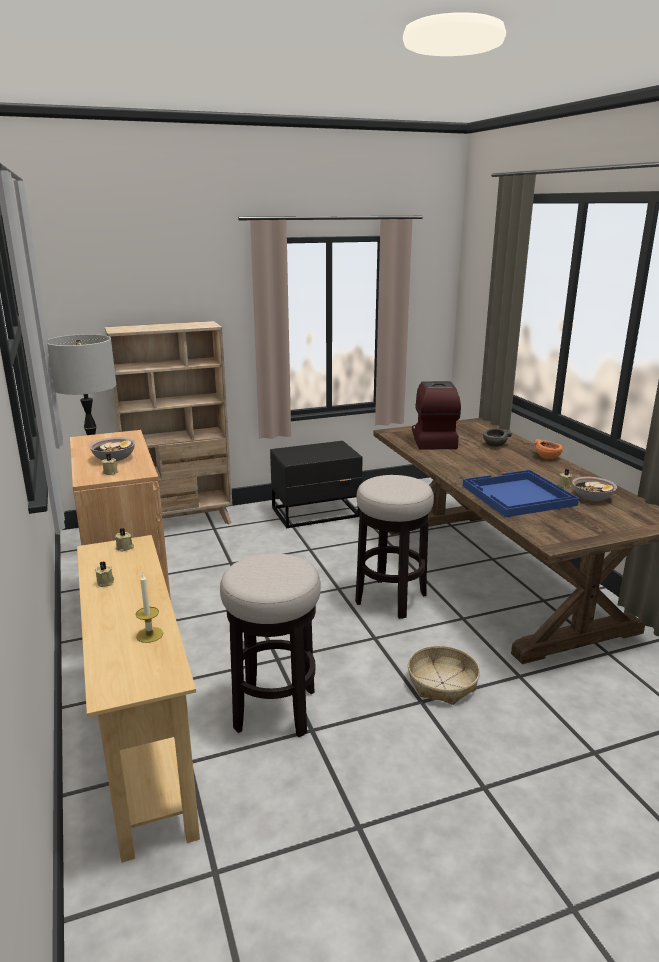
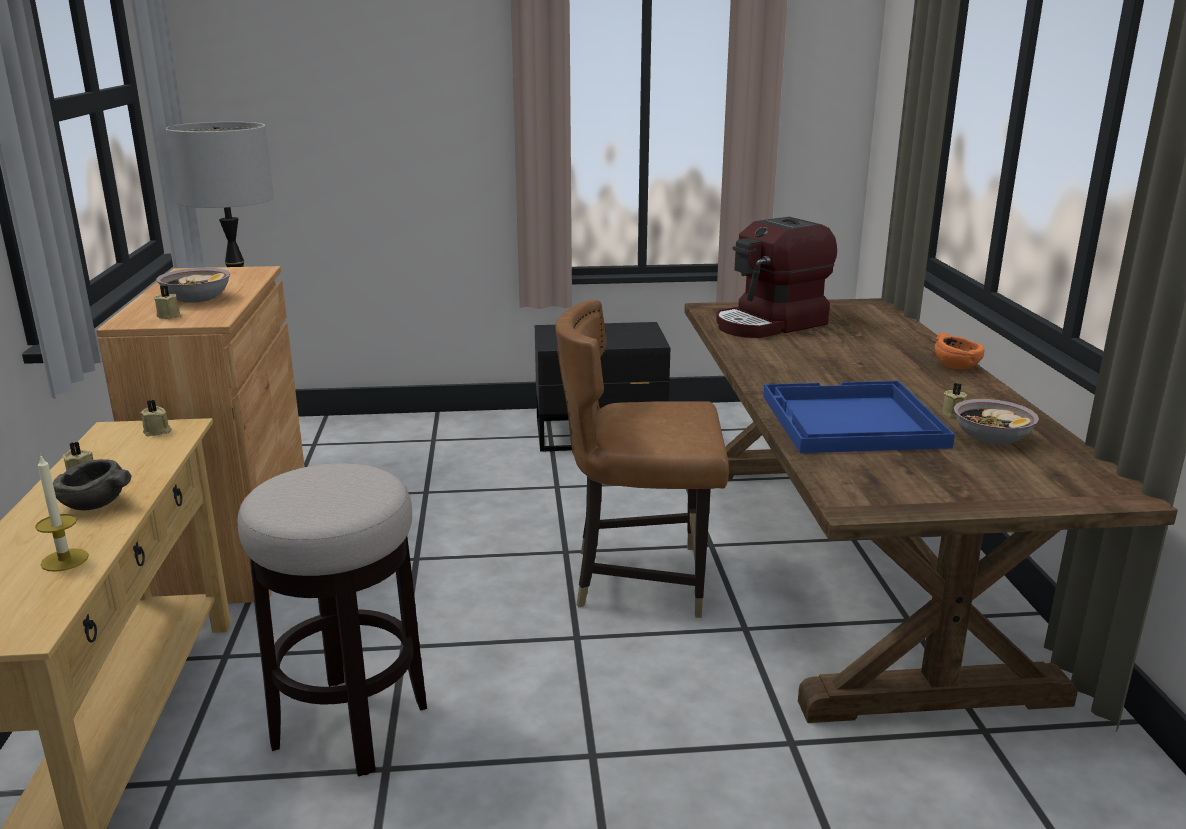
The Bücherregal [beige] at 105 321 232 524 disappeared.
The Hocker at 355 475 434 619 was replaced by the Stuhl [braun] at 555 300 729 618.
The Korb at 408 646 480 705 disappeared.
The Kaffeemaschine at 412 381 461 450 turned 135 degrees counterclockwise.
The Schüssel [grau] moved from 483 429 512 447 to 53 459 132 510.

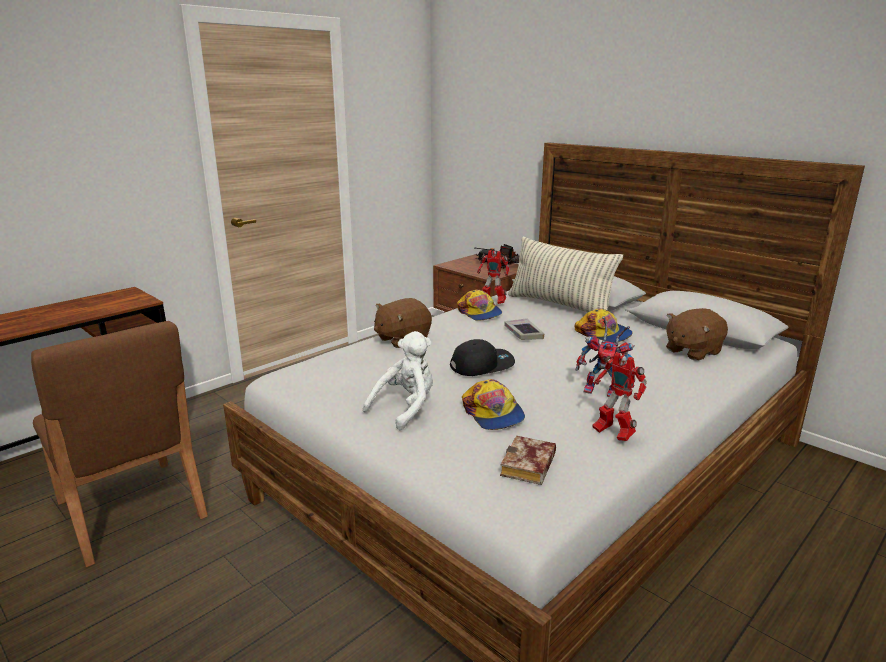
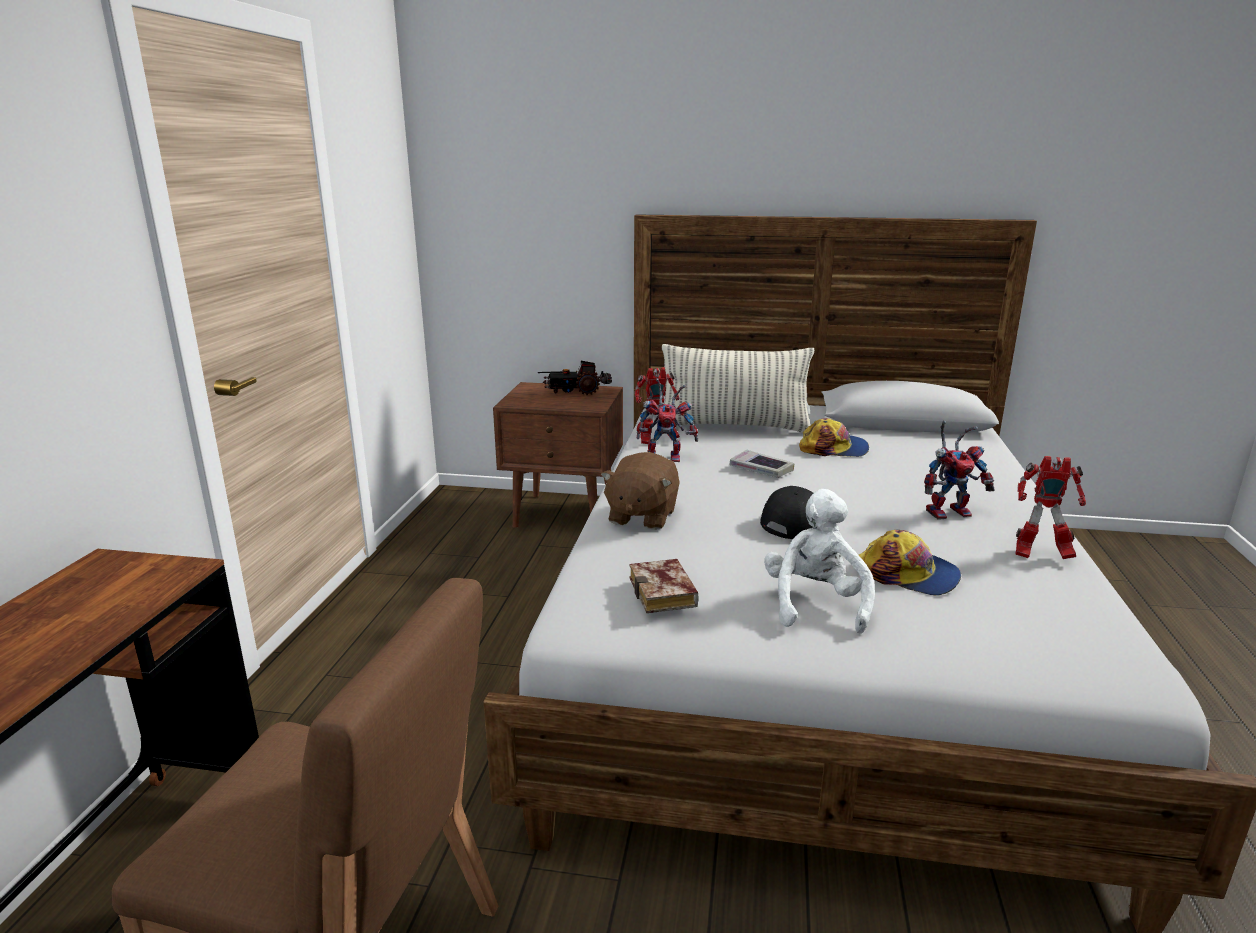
The Kappe at 457 290 502 321 was replaced by the Spielzeugroboter at 637 378 698 462.
The Buch moved from 500 436 556 485 to 629 559 699 613.
The Plüschtier [braun] at 666 308 728 361 disappeared.

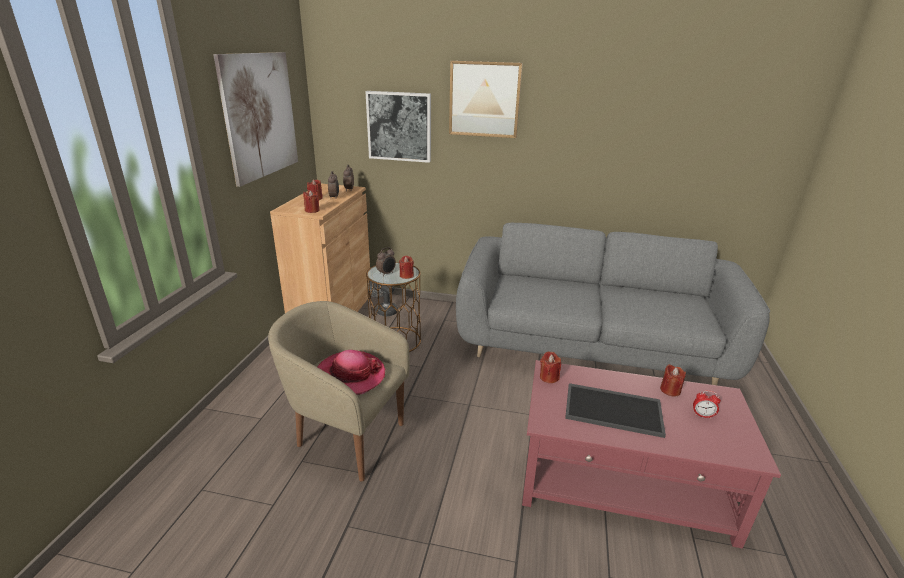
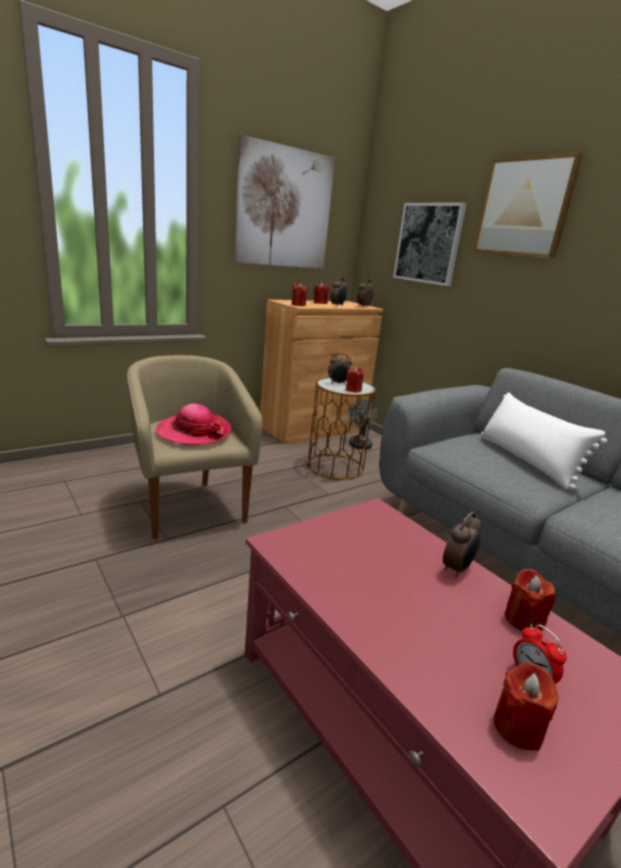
The Kerze [rot] moved from 540 352 561 383 to 493 662 559 751.
The Tablett at 565 383 666 438 disappeared.
The Wecker at 443 512 482 578 appeared.
The Kissen [weiß] at 481 392 607 490 appeared.

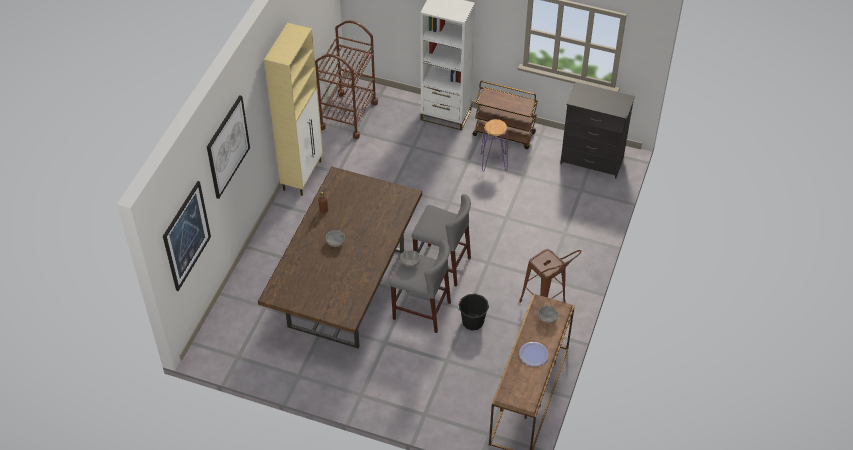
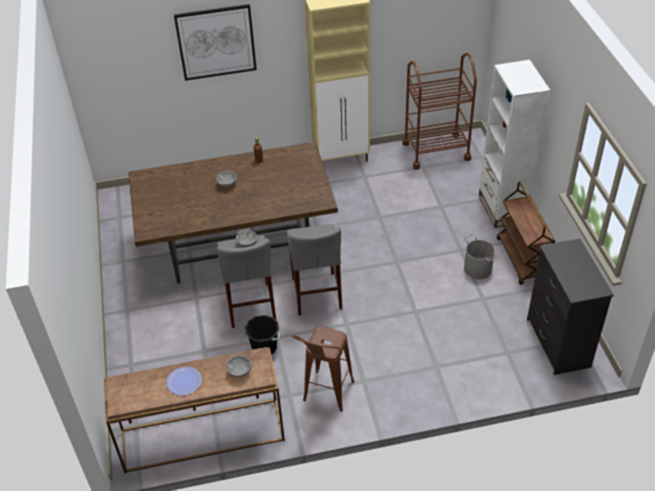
The Bild at 163 181 211 291 disappeared.
The Hocker [lila] at 481 119 508 172 was replaced by the Eimer [grau] at 464 234 498 279.

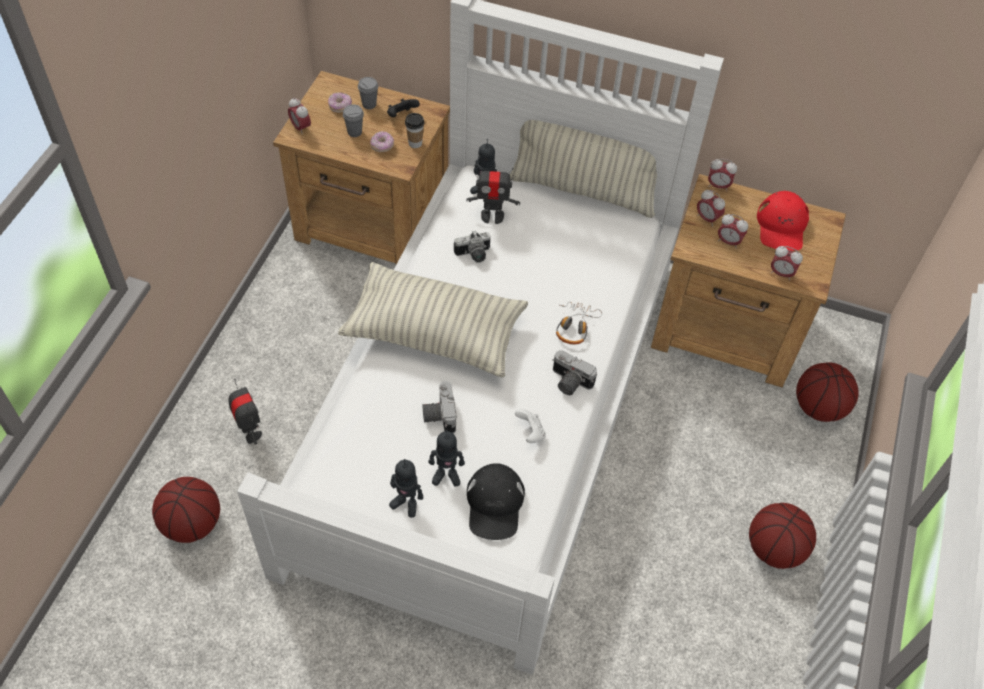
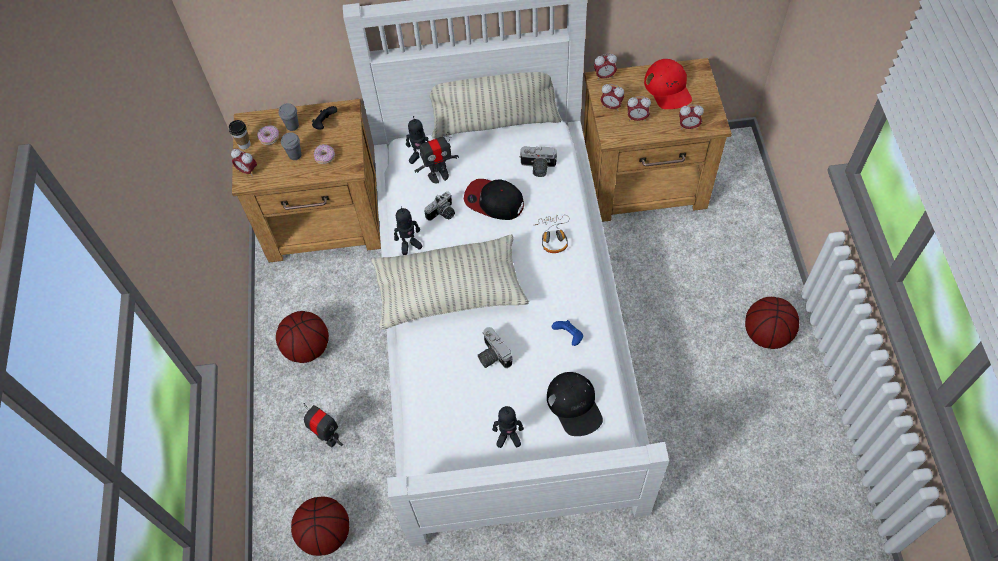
The Tasse moved from 405 113 425 148 to 229 120 251 149.
The Spielzeugroboter moved from 428 430 465 487 to 394 206 422 255.
The Gamepad [weiß] at 515 409 546 443 became the Gamepad [blau] at 552 320 583 346.
The Kamera moved from 552 350 597 395 to 519 146 557 177.
The Basketball moved from 796 362 859 422 to 276 311 329 363.
The Kappe at 464 179 524 220 appeared.

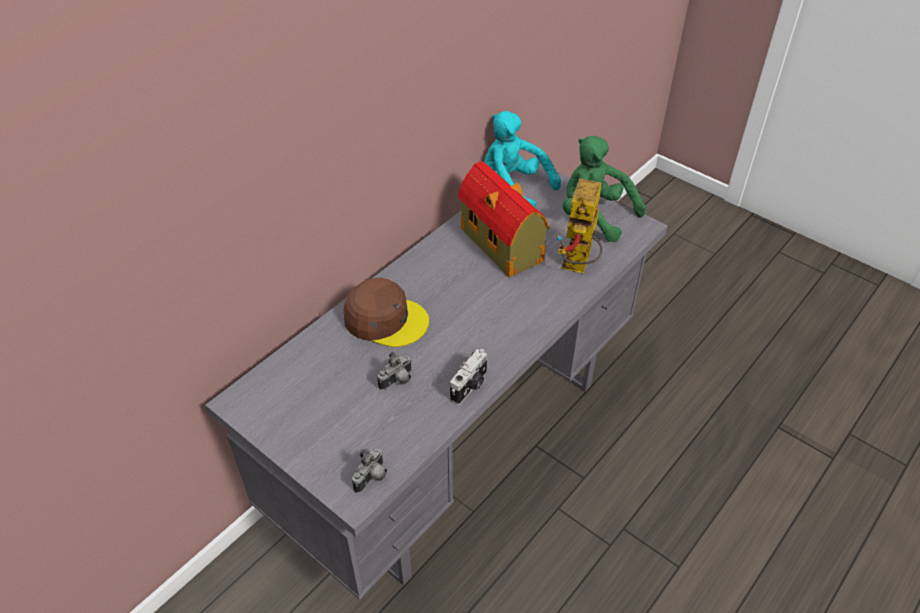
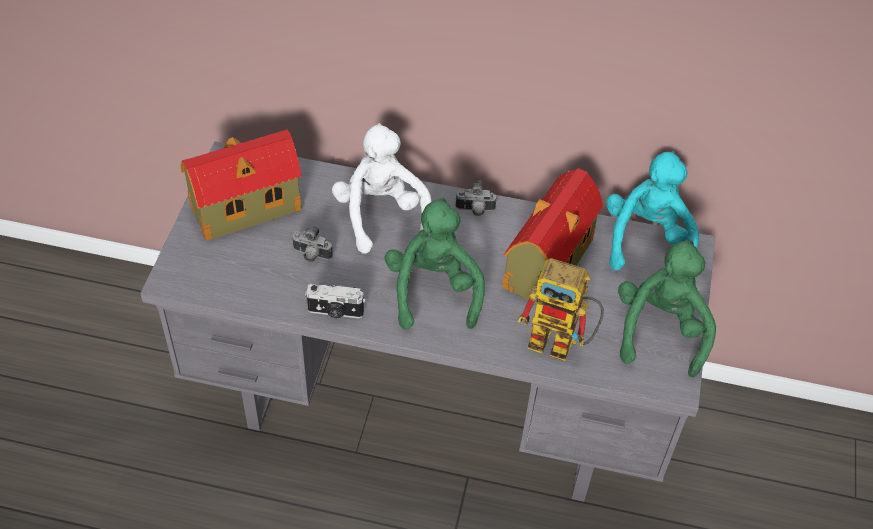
The Kappe [braun] at 344 278 429 347 was replaced by the Plüschtier [weiß] at 332 123 432 254.
The Kamera moved from 352 449 387 493 to 456 180 497 216.
The Spielzeugroboter at 557 179 602 273 turned 150 degrees counterclockwise.
The Spielzeughaus at 181 129 301 241 appeared.
The Plüschtier [grün] at 385 198 485 330 appeared.

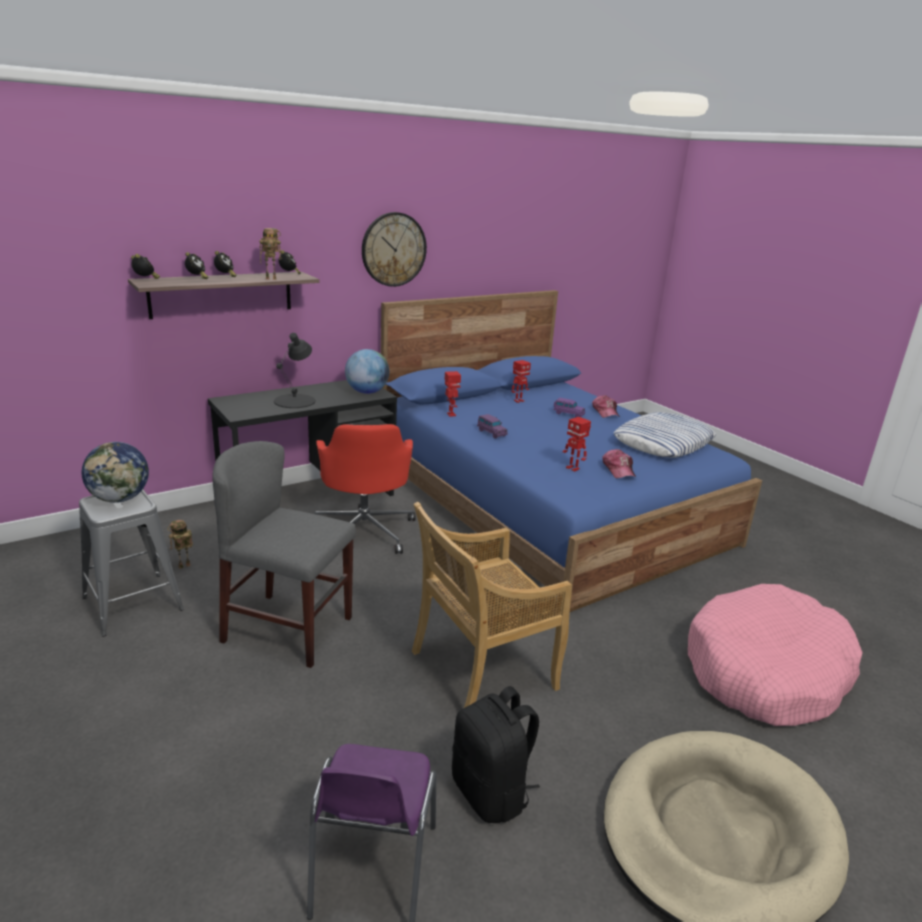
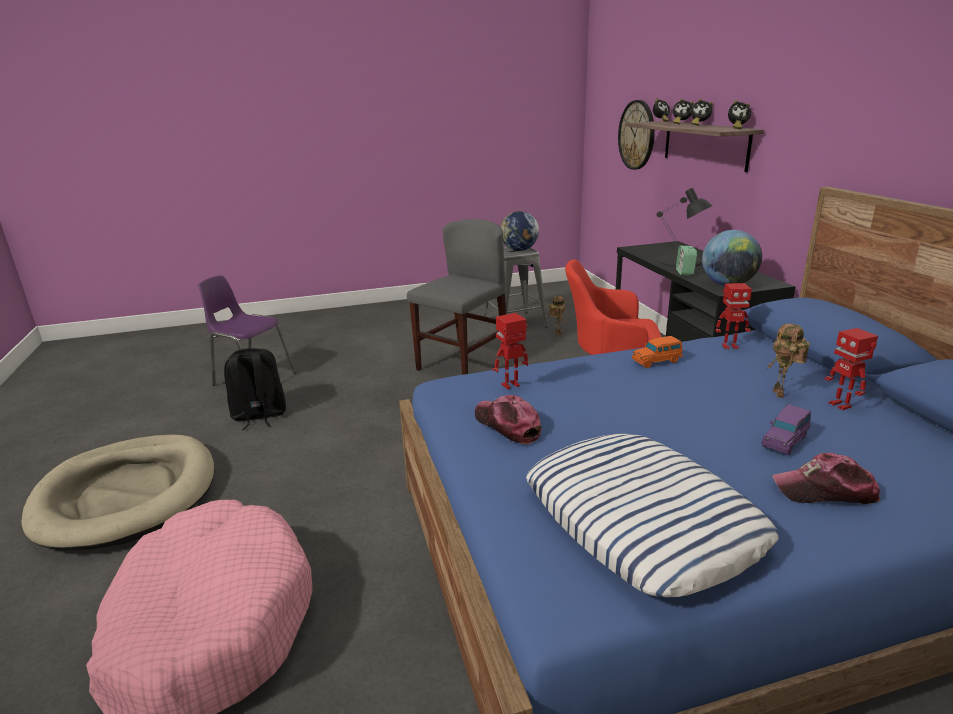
The Spielzeugroboter moved from 259 228 281 280 to 766 324 810 398.
The Wanduhr moved from 362 212 427 287 to 618 100 655 170.
The Stuhl [beige] at 412 502 572 708 disappeared.
The Spielzeugauto [lila] at 477 414 508 439 became the Spielzeugauto [orange] at 632 336 683 368.
The Kappe at 602 449 636 479 turned 45 degrees clockwise.
The Wecker at 676 246 697 275 appeared.

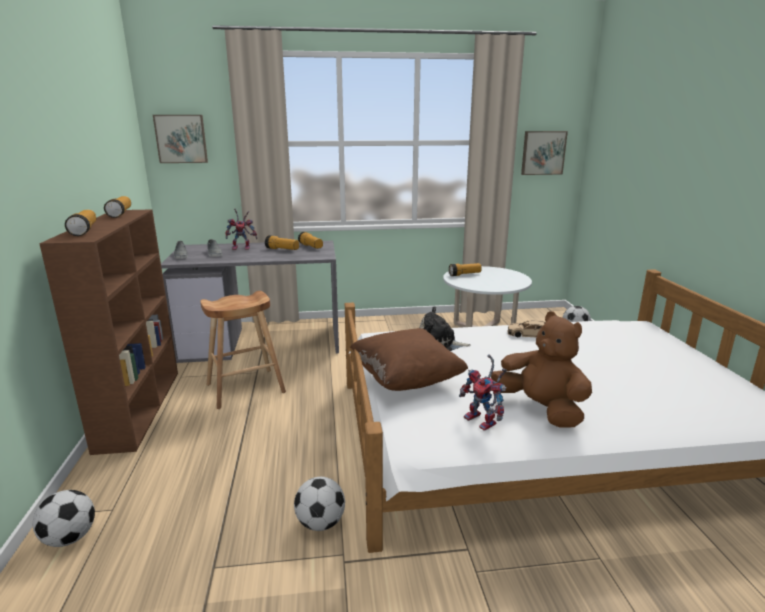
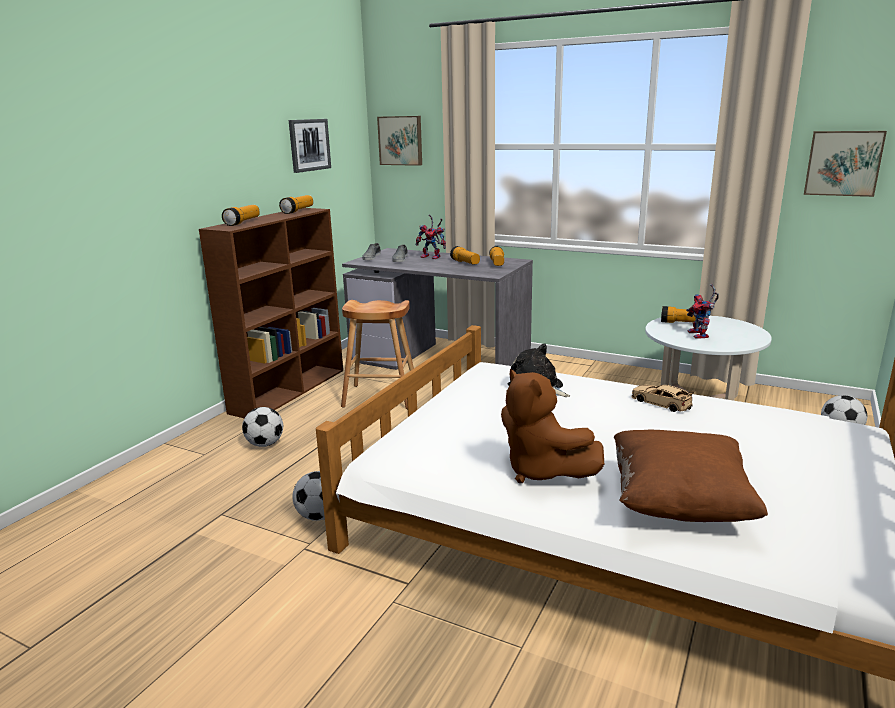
The Fußball moved from 33 490 95 547 to 242 407 283 447.
The Kissen [braun] moved from 350 328 468 391 to 614 430 768 522.
The Spielzeugroboter moved from 459 354 507 431 to 686 284 719 339.
The Plüschtier [braun] at 491 311 592 428 turned 150 degrees clockwise.
The Bild at 289 119 331 173 appeared.

